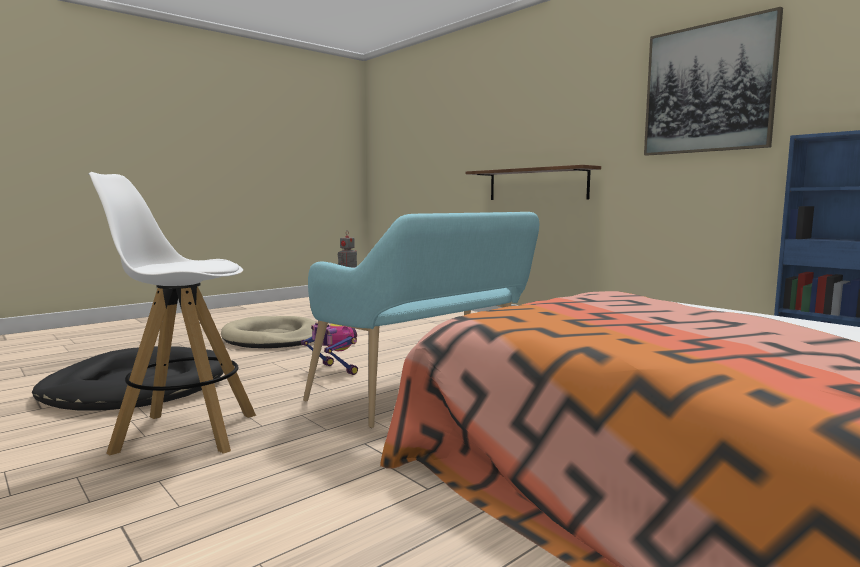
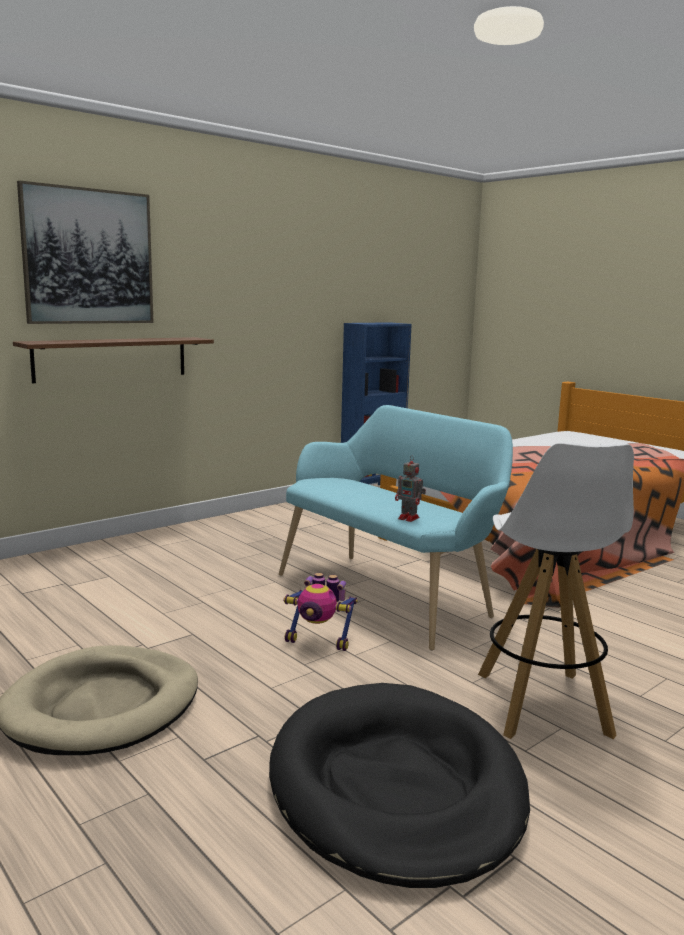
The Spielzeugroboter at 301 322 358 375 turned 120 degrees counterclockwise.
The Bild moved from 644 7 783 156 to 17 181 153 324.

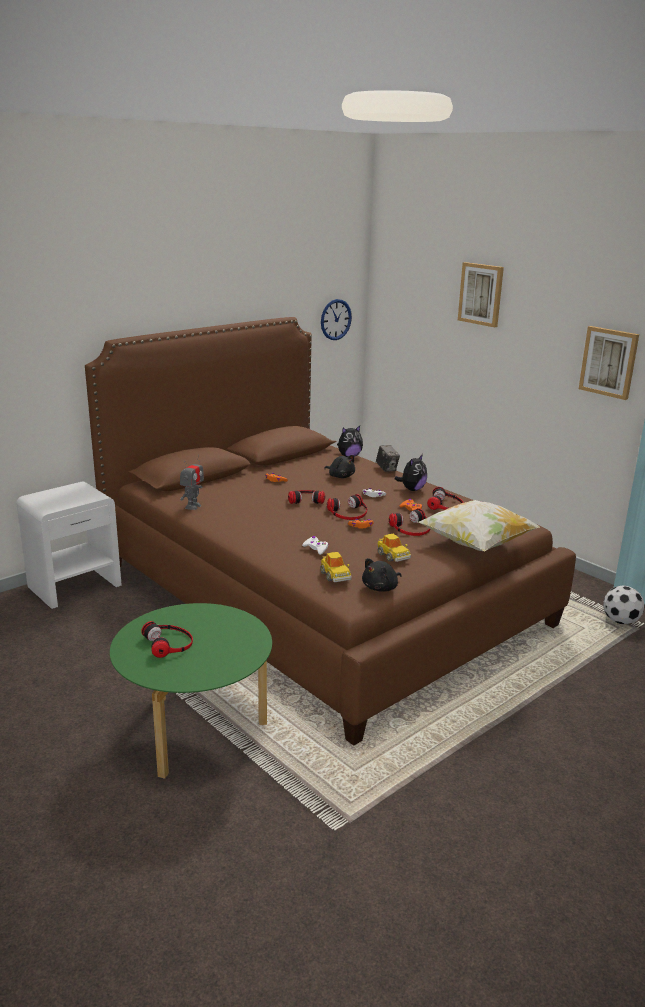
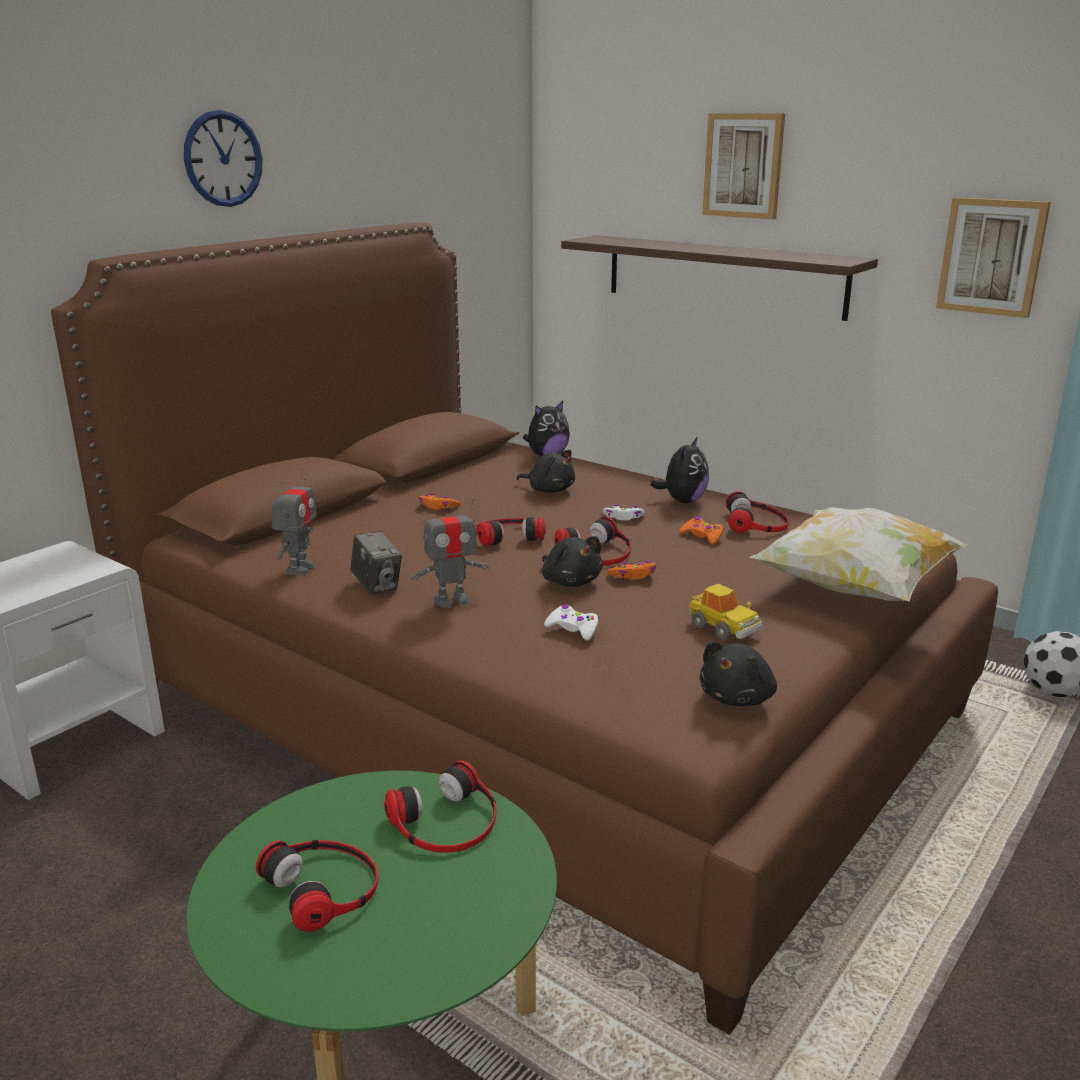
The Spielzeugauto at 320 552 352 582 disappeared.
The Wanduhr moved from 321 299 352 340 to 184 110 262 207.
The Kamera moved from 376 445 400 472 to 350 531 402 594.
The Kopfhörer moved from 389 508 430 536 to 384 760 496 853.
The Spielzeugroboter at 411 498 489 608 appeared.
The Plüschtier [schwarz] at 542 536 603 587 appeared.
The Wandregal at 561 235 878 321 appeared.

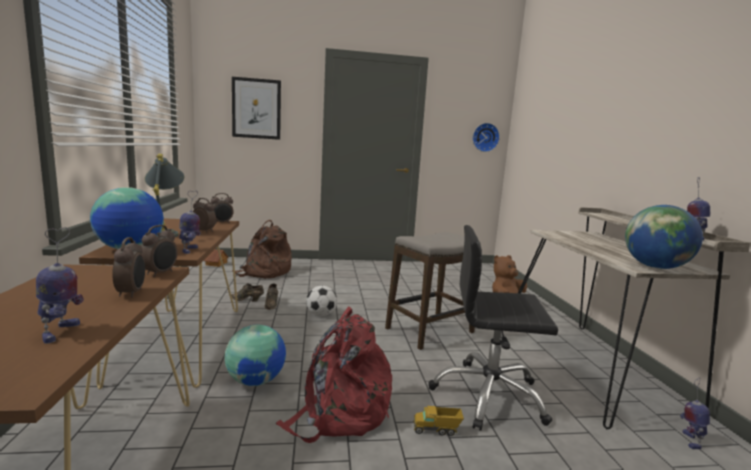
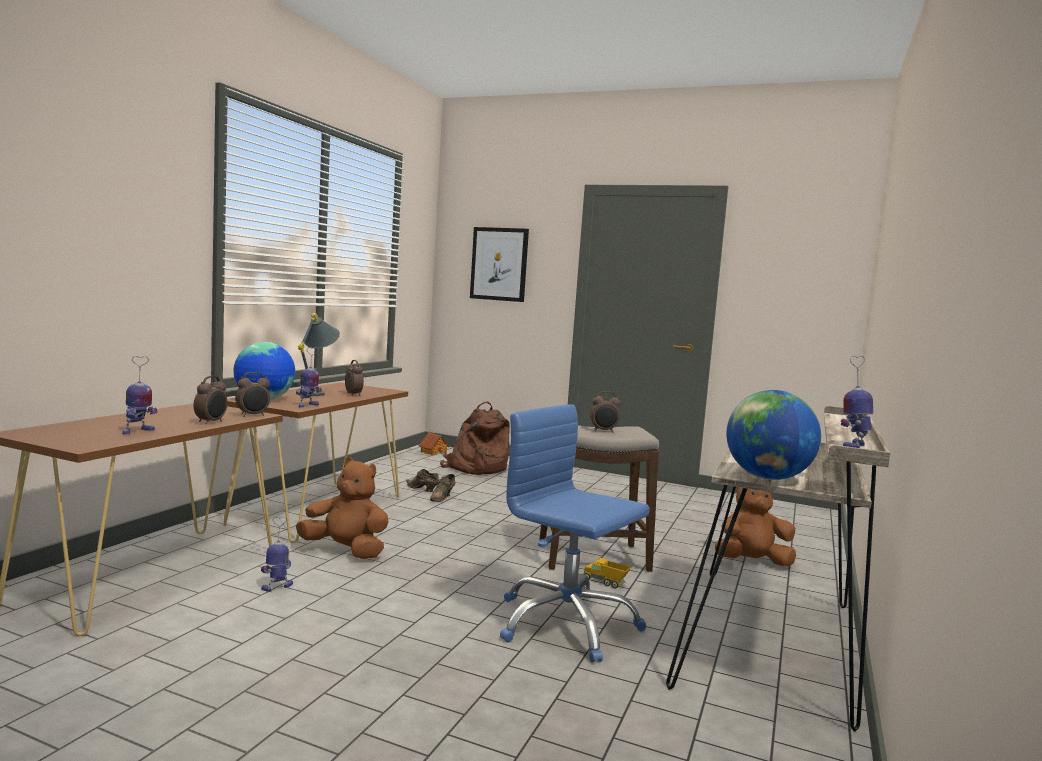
The Wecker moved from 211 193 234 223 to 590 391 621 432.
The Globus at 224 325 286 386 was replaced by the Plüschtier [braun] at 296 458 389 559.
The Rucksack [rot] at 276 306 392 443 disappeared.
The Fußball at 306 285 337 316 disappeared.
The Spielzeuglaster moved from 413 406 464 436 to 583 558 631 589.
The Bürostuhl [schwarz] at 429 225 558 431 became the Bürostuhl [blau] at 500 404 650 662.
The Wanduhr at 473 123 500 152 disappeared.
The Spielzeugroboter moved from 680 378 710 449 to 261 517 293 592.

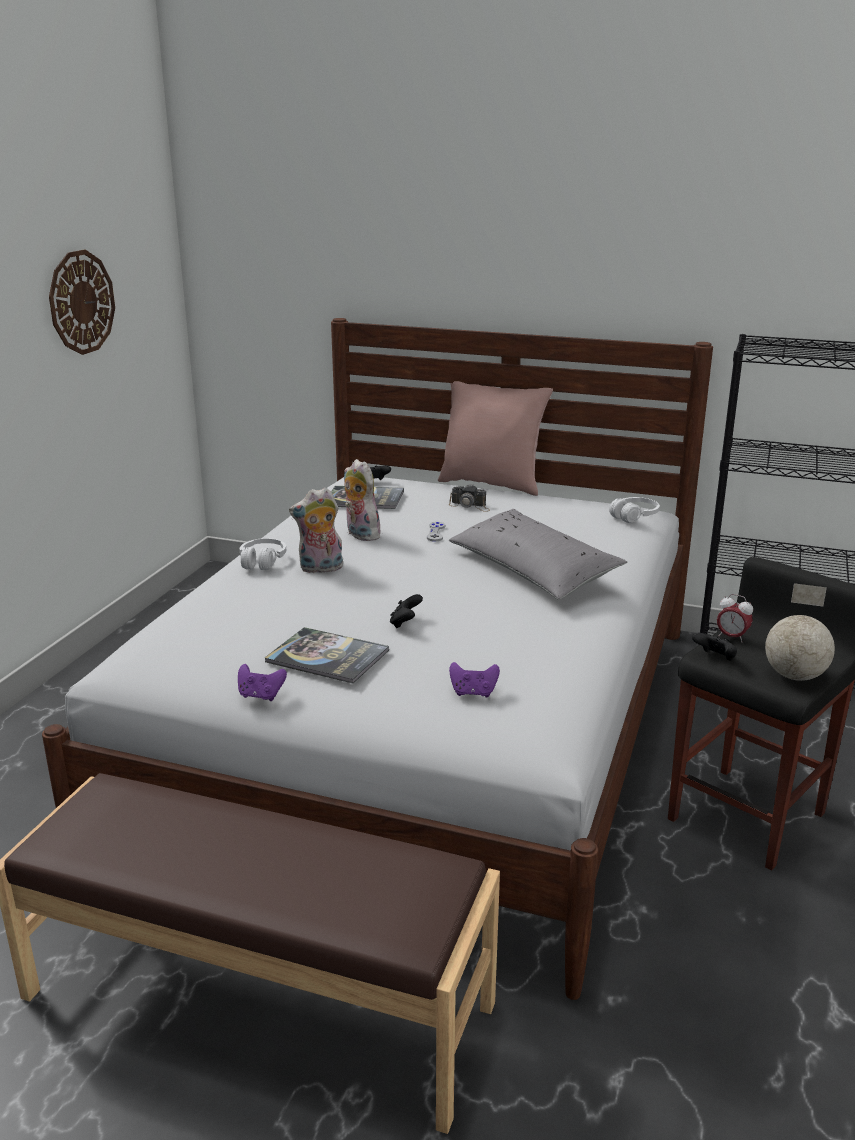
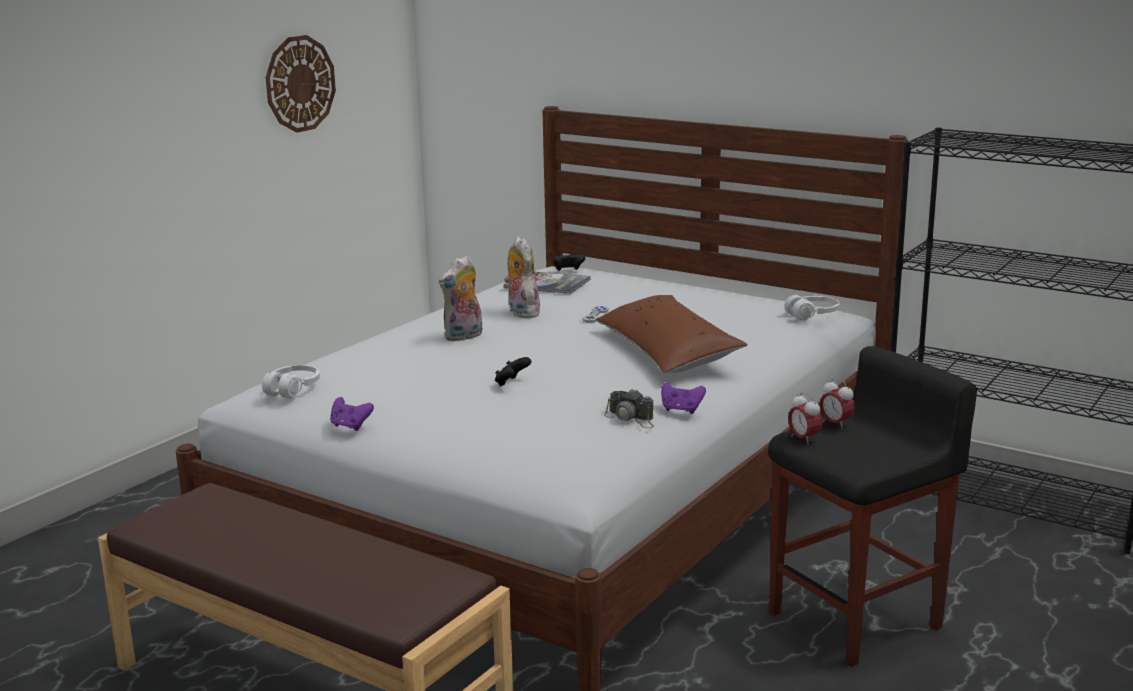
The Kopfhörer [weiß] moved from 240 538 286 570 to 262 365 320 398.
The Buch at 265 627 389 684 disappeared.
The Plüschtier at 289 487 343 574 turned 45 degrees counterclockwise.
The Kissen [rosa] at 438 381 553 496 disappeared.
The Kamera moved from 449 484 490 512 to 604 388 654 428.
The Kissen [grau] at 449 509 627 600 became the Kissen [braun] at 596 295 748 373.
The Gamepad [lila] moved from 449 662 500 698 to 661 382 706 414.
The Gamepad [schwarz] at 692 633 737 661 was replaced by the Wecker at 788 392 822 445.
The Globus at 765 583 835 681 disappeared.

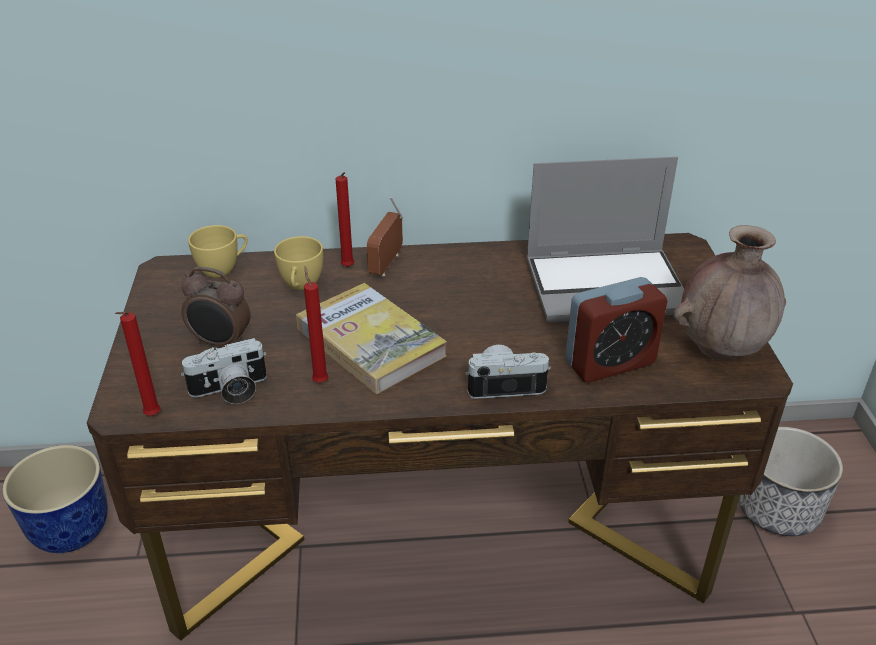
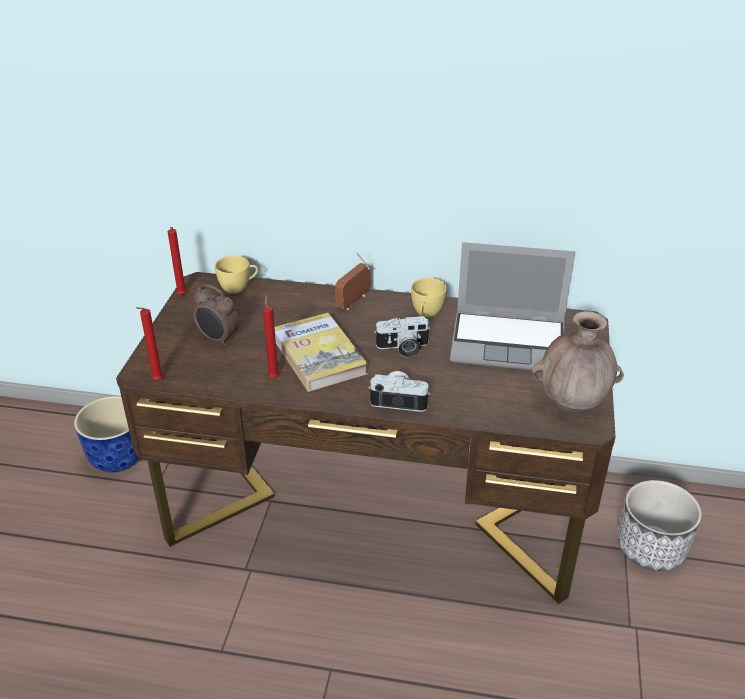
The Kamera moved from 181 338 267 404 to 374 316 431 358.
The Tasse [gelb] moved from 274 236 323 290 to 411 278 447 317.
The Kerze [rot] moved from 336 172 354 267 to 168 227 187 295.
The Wecker at 565 277 667 383 disappeared.

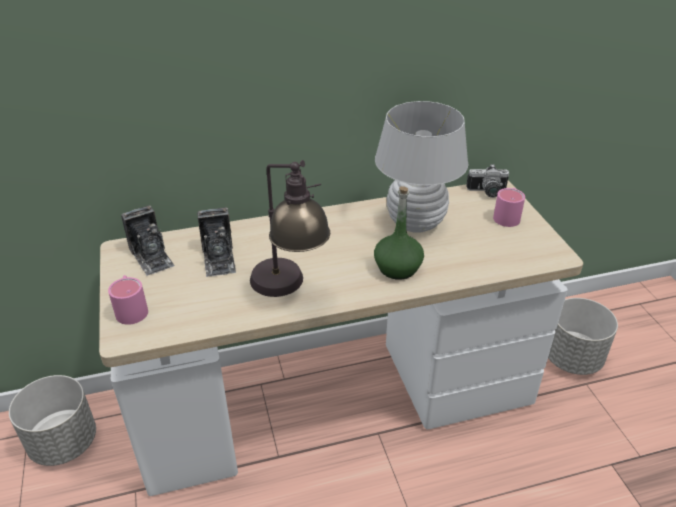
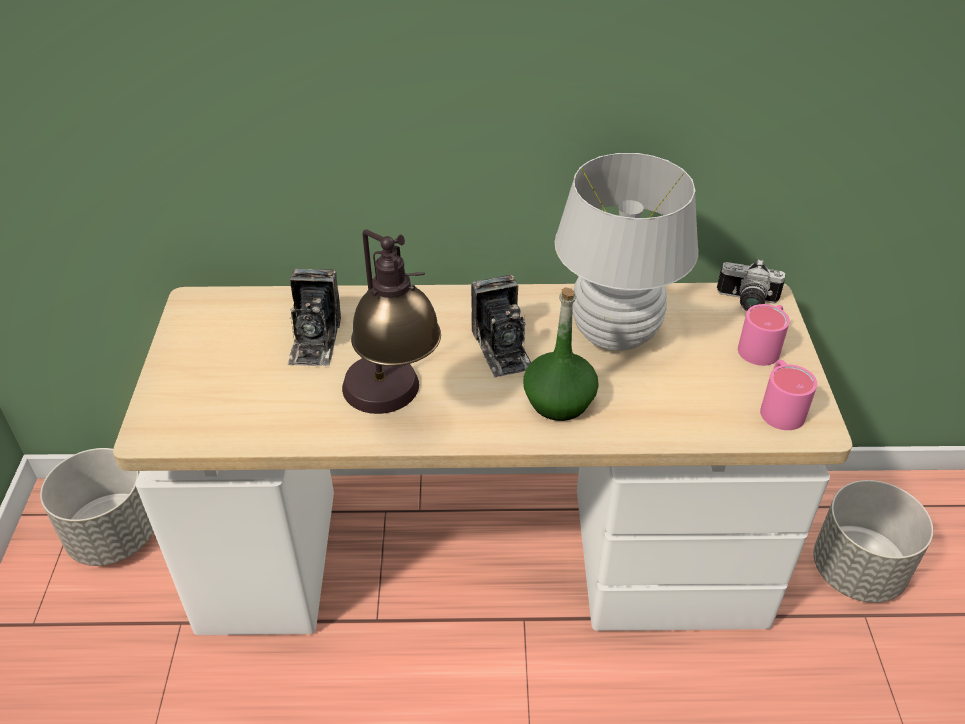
The Henkelbecher [rosa] moved from 108 275 148 325 to 760 360 817 430.
The Kamera moved from 121 206 175 276 to 471 275 531 378.

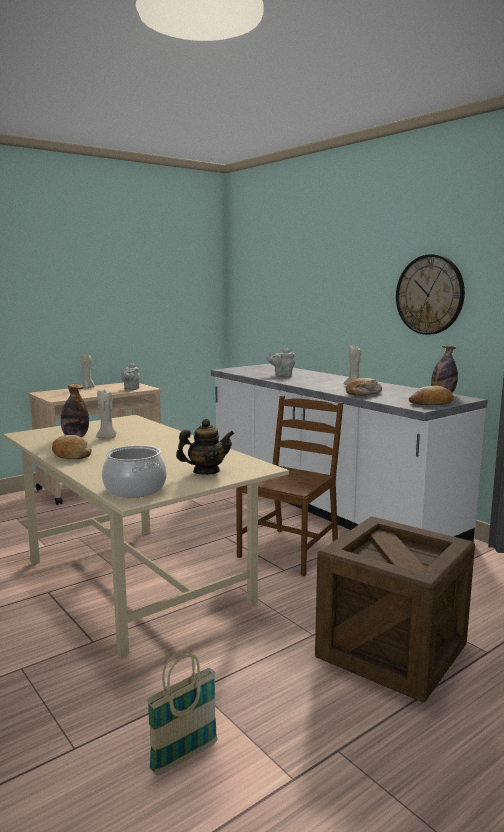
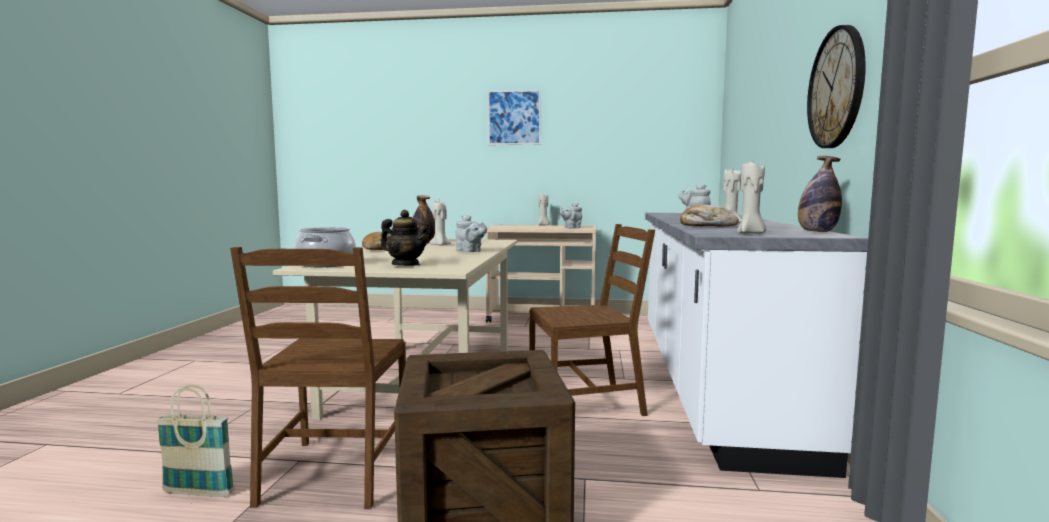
The Brot at 409 386 454 405 was replaced by the Kerze [beige] at 737 161 766 234.
The Stuhl [braun] at 230 247 406 509 appeared.
The Teekanne [grau] at 456 215 487 252 appeared.
The Bild at 488 89 541 145 appeared.

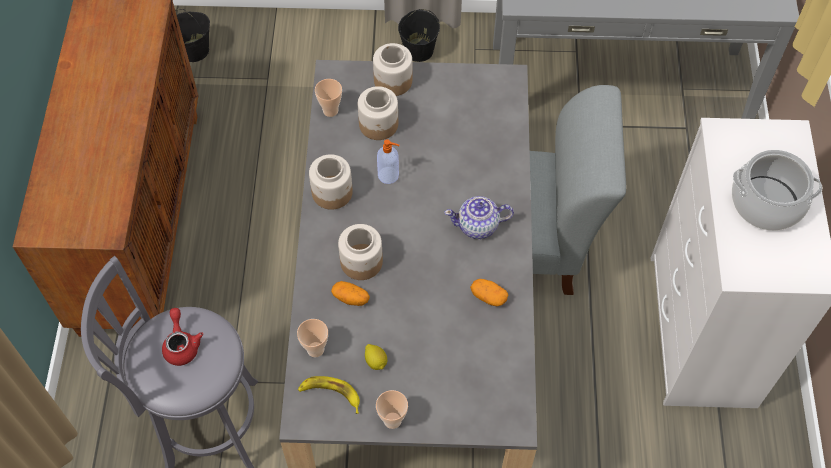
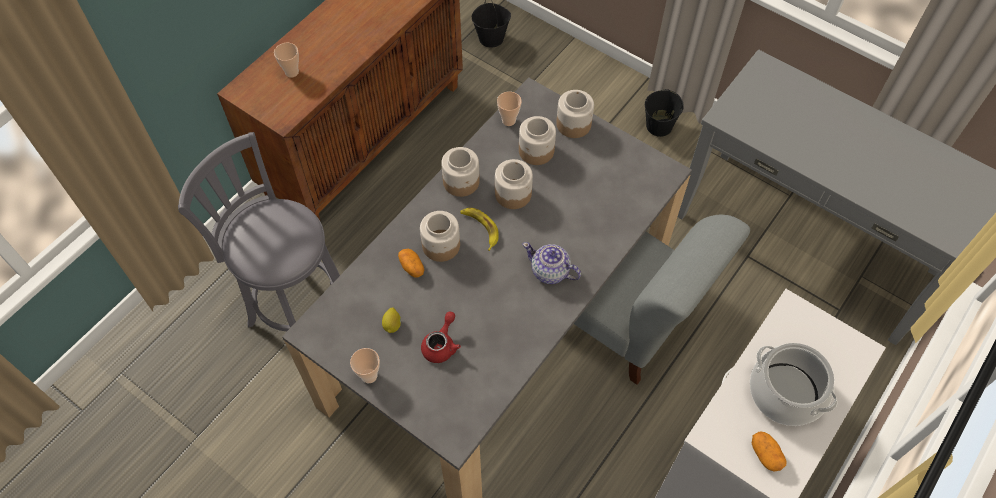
The Teekanne [rot] moved from 162 308 203 366 to 421 311 461 363.
The Tasse moved from 297 319 328 357 to 274 43 299 78.
The Banane moved from 298 376 360 414 to 460 208 499 251.
The Seifenspender at 377 139 400 184 was replaced by the Vorratsglas at 495 159 533 209.
The Kartoffel moved from 470 279 509 306 to 752 431 786 472.

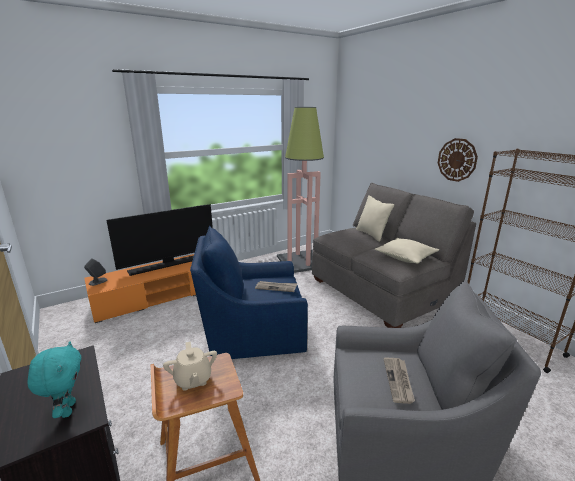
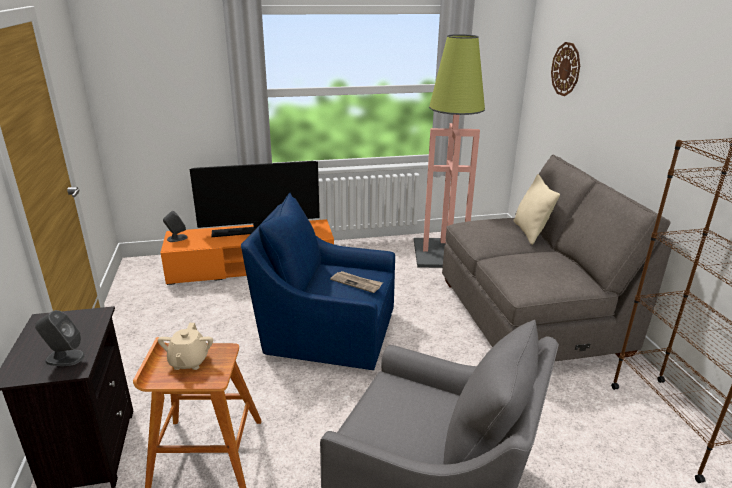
The Plüschtier [türkis] at 27 341 81 418 was replaced by the Lautsprecher [grau] at 35 310 85 366.
The Kissen [beige] at 375 238 439 264 disappeared.
The Zeitung at 384 358 415 404 disappeared.
The Wanduhr moved from 438 138 478 182 to 551 42 580 96.

